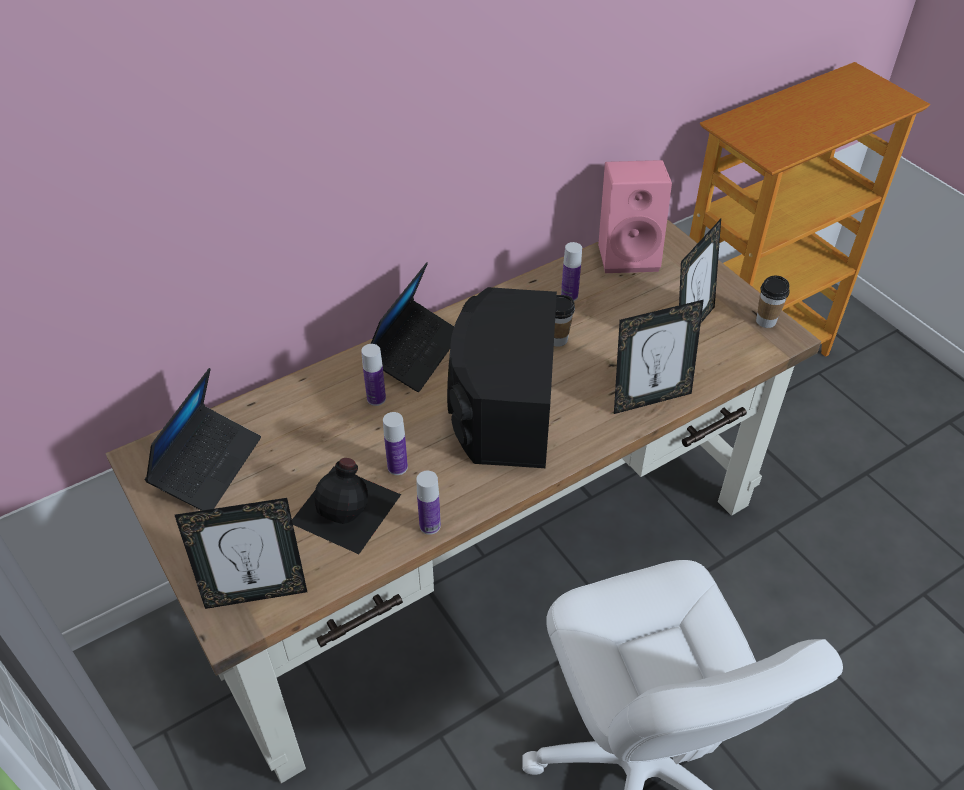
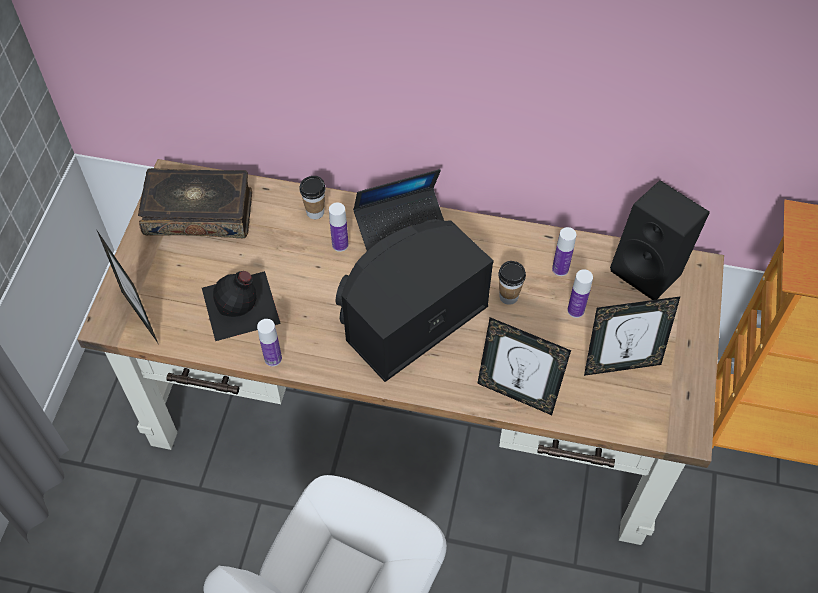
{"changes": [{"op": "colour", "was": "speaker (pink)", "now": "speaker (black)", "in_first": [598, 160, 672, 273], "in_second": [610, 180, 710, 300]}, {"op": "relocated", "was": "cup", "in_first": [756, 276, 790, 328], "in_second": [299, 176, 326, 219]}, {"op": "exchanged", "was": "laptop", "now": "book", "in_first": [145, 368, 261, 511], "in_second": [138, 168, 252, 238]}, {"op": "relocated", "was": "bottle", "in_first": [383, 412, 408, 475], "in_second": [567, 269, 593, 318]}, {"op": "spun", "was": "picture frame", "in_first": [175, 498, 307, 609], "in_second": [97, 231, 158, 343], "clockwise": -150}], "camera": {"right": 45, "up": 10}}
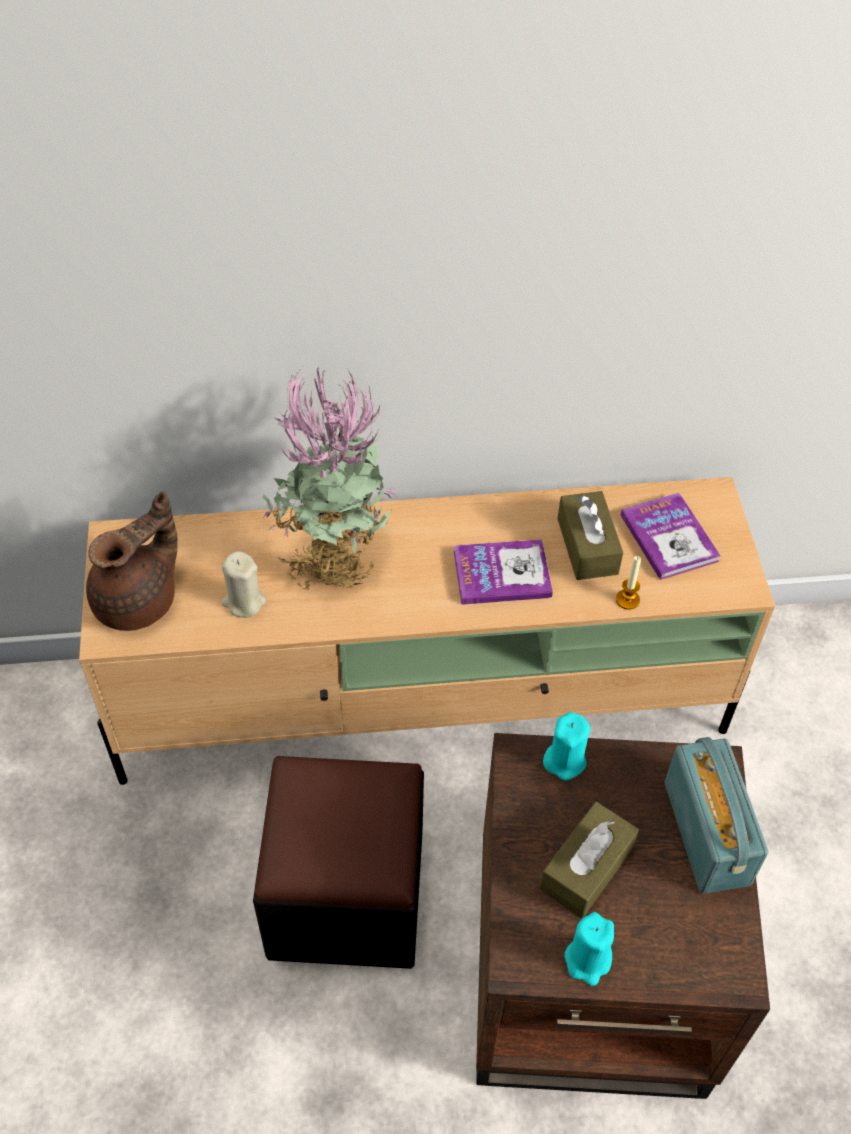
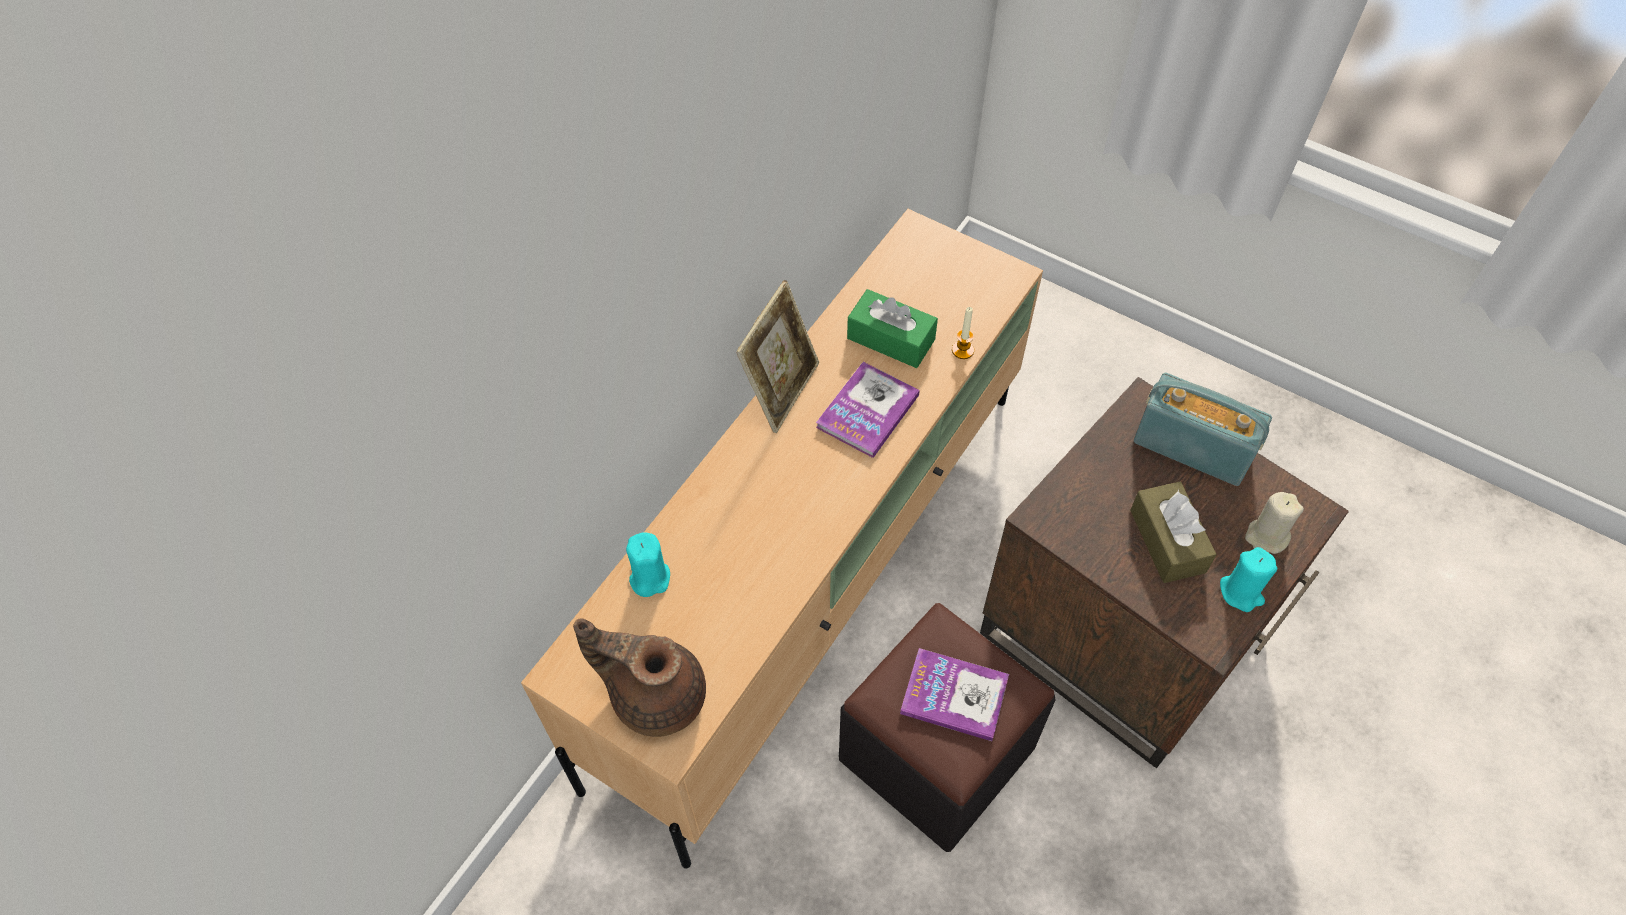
{"changes": [{"op": "missing", "was": "potted plant", "in_first": [262, 368, 397, 590]}, {"op": "spun", "was": "teapot (brown)", "in_first": [86, 491, 178, 631], "in_second": [573, 618, 706, 737], "clockwise": -60}, {"op": "colour", "was": "tissue box (brown)", "now": "tissue box (green)", "in_first": [557, 491, 623, 580], "in_second": [847, 289, 938, 368]}, {"op": "relocated", "was": "book", "in_first": [621, 493, 721, 580], "in_second": [900, 648, 1009, 741]}, {"op": "relocated", "was": "candle (beige)", "in_first": [221, 551, 266, 618], "in_second": [1245, 492, 1304, 554]}, {"op": "relocated", "was": "candle (turquoise)", "in_first": [543, 712, 590, 780], "in_second": [626, 532, 670, 597]}, {"op": "appeared", "now": "picture frame", "in_second": [736, 280, 819, 433]}], "camera": {"right": -50, "up": 5}}
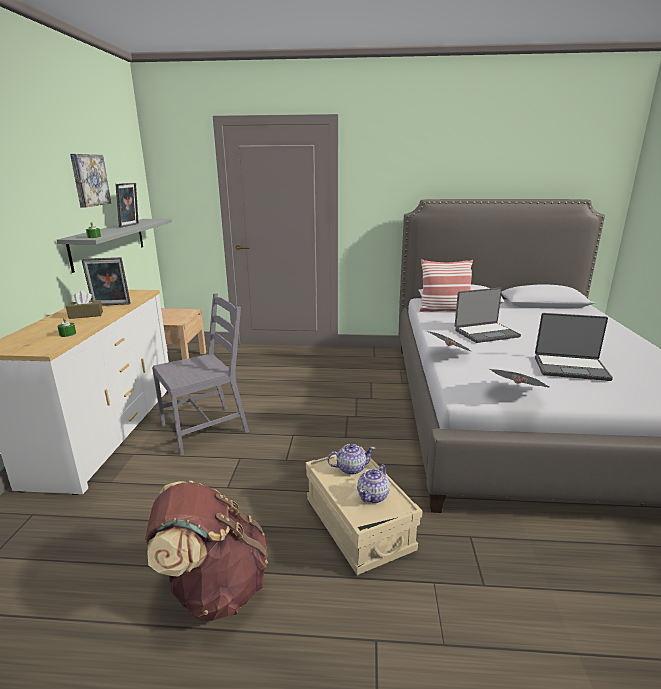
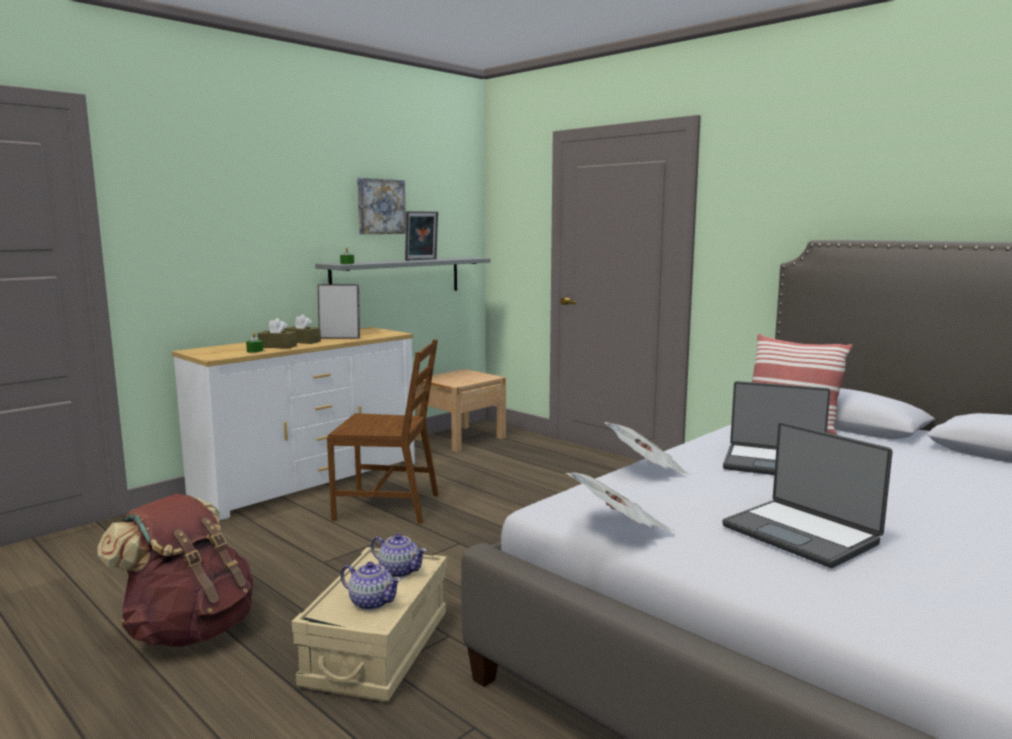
{"changes": [{"op": "spun", "was": "picture frame", "in_first": [81, 257, 131, 306], "in_second": [318, 284, 360, 339], "clockwise": 150}, {"op": "colour", "was": "chair (grey)", "now": "chair (brown)", "in_first": [152, 293, 249, 455], "in_second": [327, 340, 439, 524]}, {"op": "spun", "was": "teapot", "in_first": [357, 464, 390, 503], "in_second": [340, 562, 402, 610], "clockwise": -135}, {"op": "appeared", "now": "tissue box (brown)", "in_second": [258, 318, 297, 348]}], "camera": {"right": 40, "up": -10}}
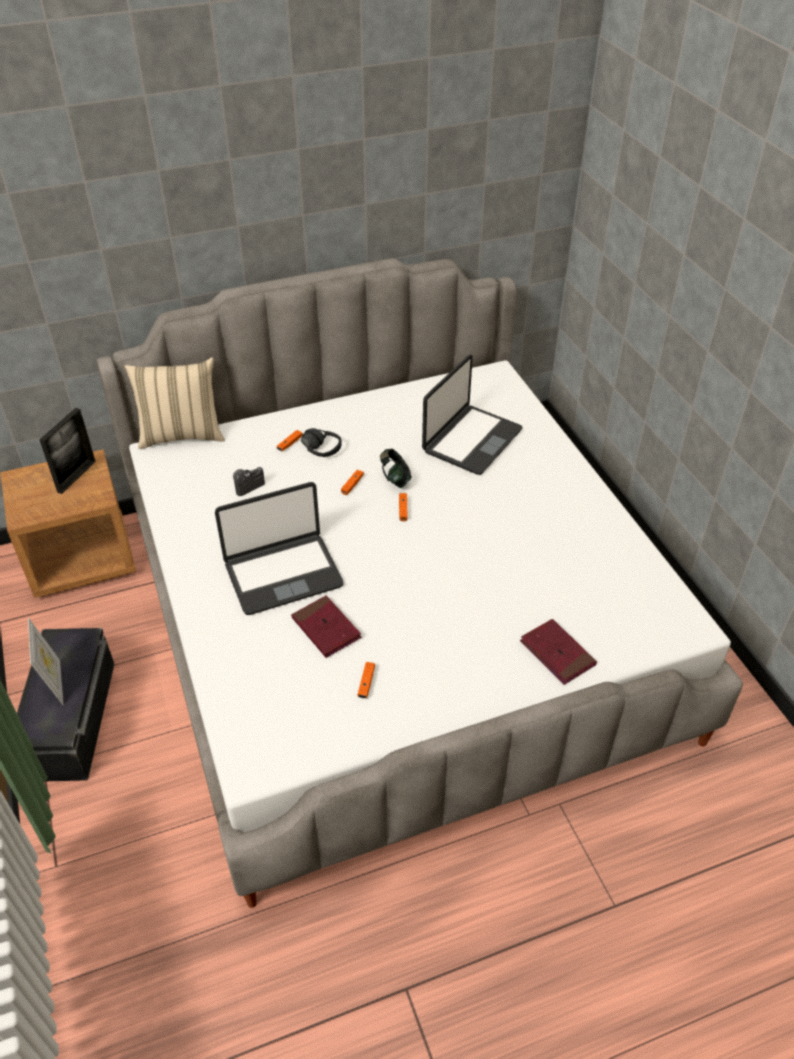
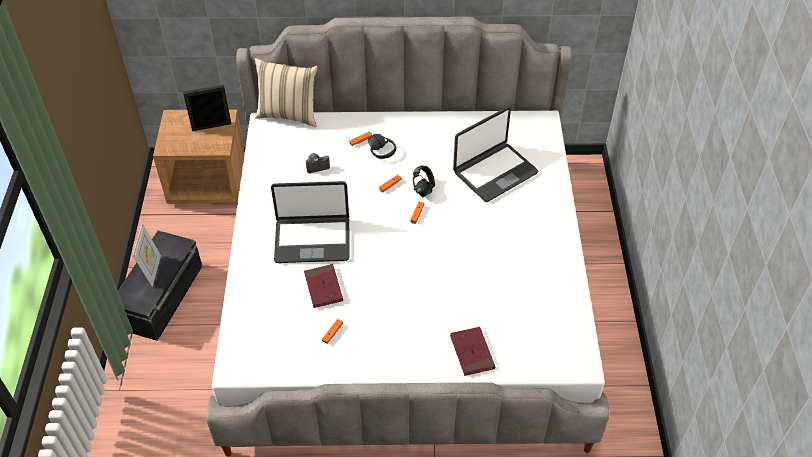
{"changes": [{"op": "spun", "was": "picture frame", "in_first": [39, 408, 96, 494], "in_second": [183, 84, 231, 131], "clockwise": -150}], "camera": {"right": 20, "up": 5}}
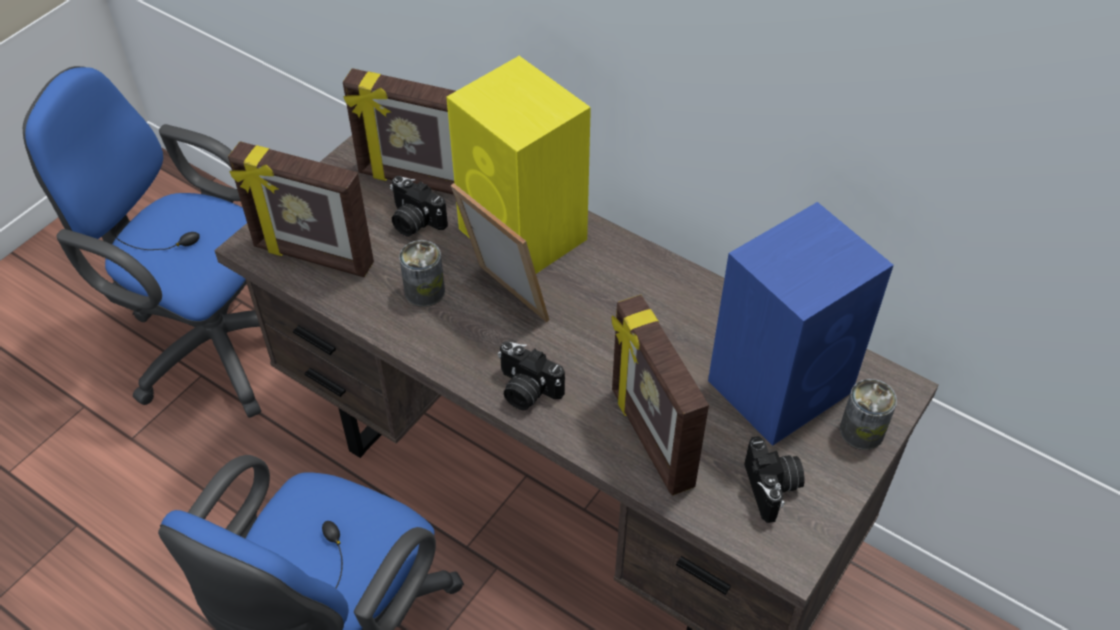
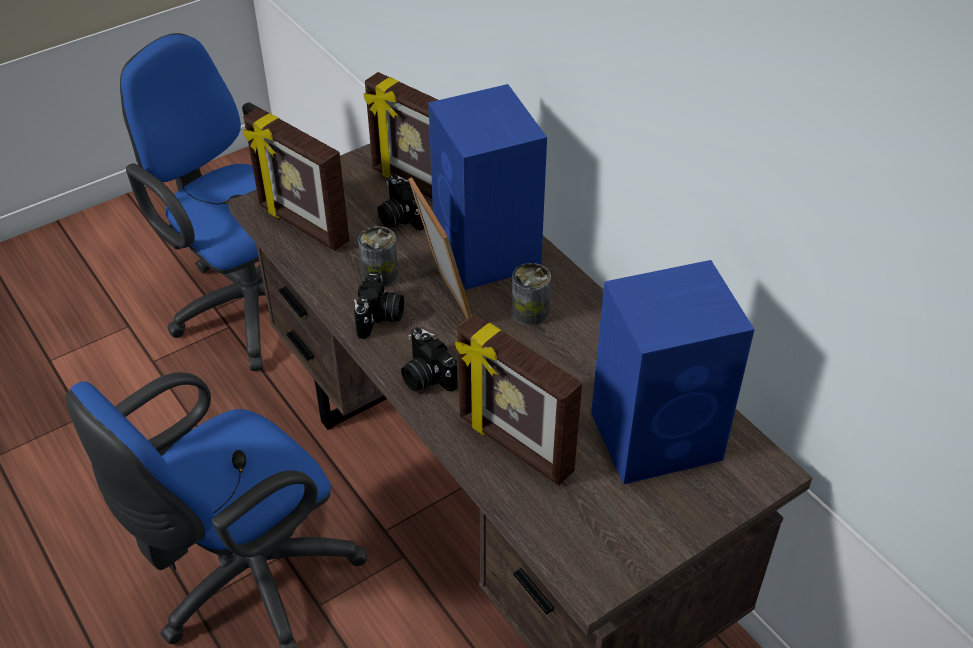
{"changes": [{"op": "colour", "was": "speaker (yellow)", "now": "speaker (blue)", "in_first": [446, 56, 591, 274], "in_second": [428, 84, 547, 290]}, {"op": "spun", "was": "picture frame", "in_first": [612, 295, 709, 496], "in_second": [455, 314, 582, 485], "clockwise": -45}, {"op": "relocated", "was": "can", "in_first": [840, 379, 897, 450], "in_second": [511, 263, 551, 326]}, {"op": "relocated", "was": "photo camera", "in_first": [744, 436, 805, 523], "in_second": [354, 271, 404, 339]}], "camera": {"right": 20, "up": -5}}
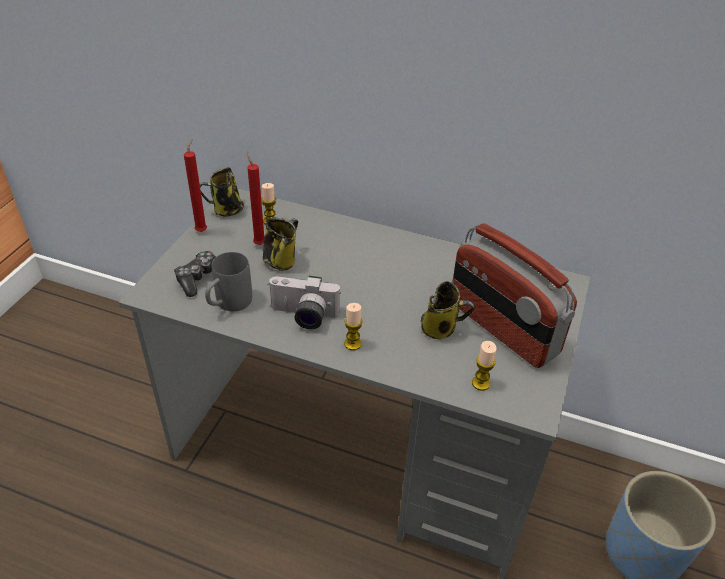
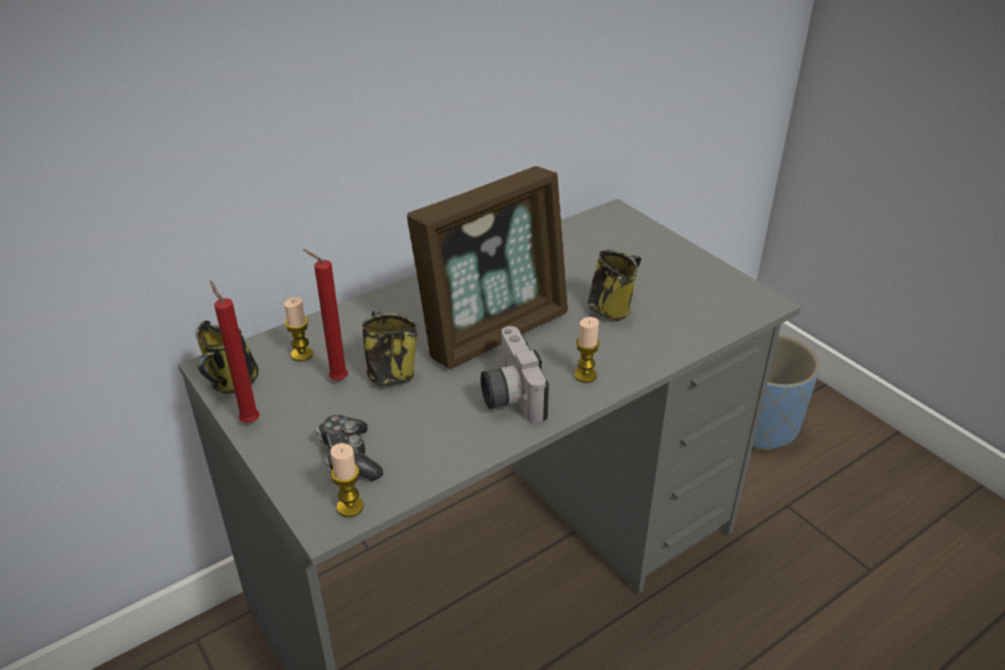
{"changes": [{"op": "missing", "was": "radio", "in_first": [452, 223, 577, 368]}, {"op": "missing", "was": "mug (grey)", "in_first": [205, 252, 252, 311]}, {"op": "spun", "was": "photo camera", "in_first": [269, 276, 341, 329], "in_second": [481, 326, 549, 423], "clockwise": 120}, {"op": "relocated", "was": "candle", "in_first": [472, 341, 497, 391], "in_second": [330, 443, 363, 517]}, {"op": "appeared", "now": "picture frame", "in_second": [407, 166, 568, 369]}], "camera": {"right": -55, "up": -5}}
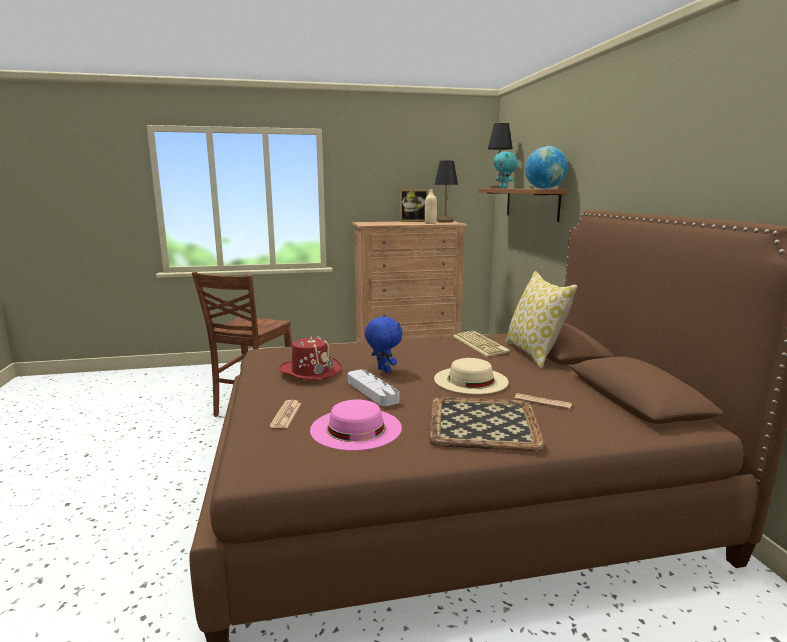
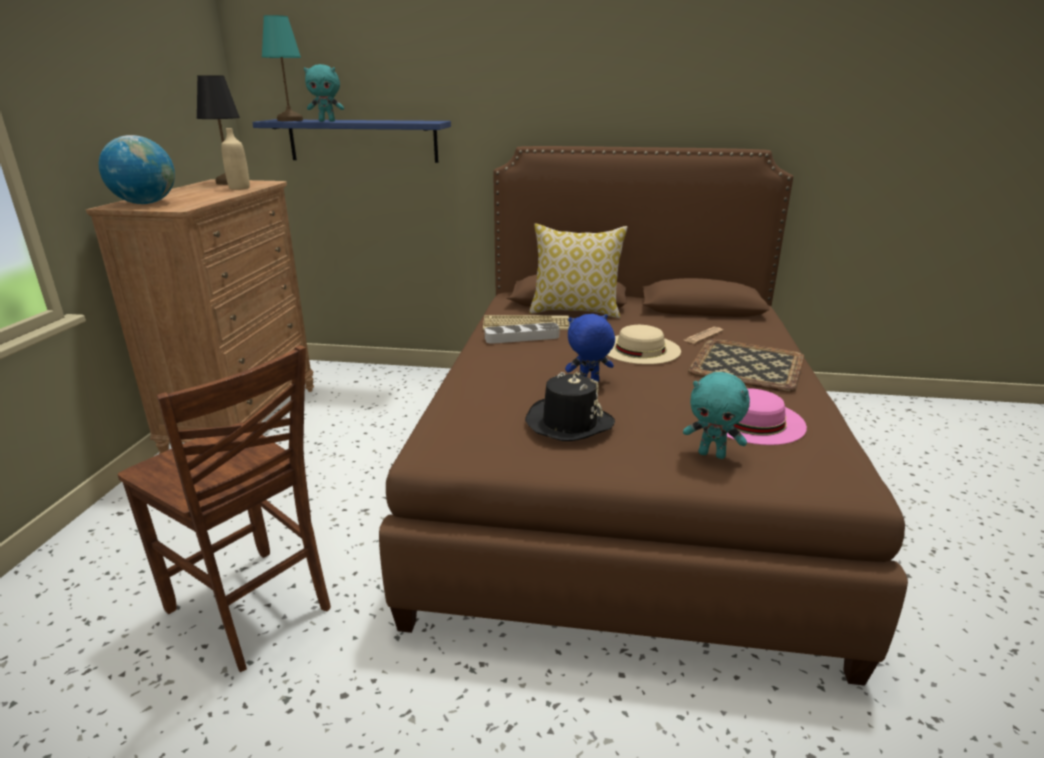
{"changes": [{"op": "colour", "was": "table lamp (black)", "now": "table lamp (turquoise)", "in_first": [488, 123, 513, 188], "in_second": [262, 15, 303, 121]}, {"op": "relocated", "was": "globe", "in_first": [525, 146, 568, 189], "in_second": [99, 135, 175, 204]}, {"op": "missing", "was": "picture frame", "in_first": [400, 189, 429, 222]}, {"op": "colour", "was": "shelf (brown)", "now": "shelf (blue)", "in_first": [478, 189, 568, 222], "in_second": [252, 119, 451, 163]}, {"op": "colour", "was": "hat (red)", "now": "hat (black)", "in_first": [279, 336, 342, 380], "in_second": [525, 372, 615, 441]}, {"op": "relocated", "was": "tray (grey)", "in_first": [348, 370, 399, 406], "in_second": [485, 323, 560, 344]}, {"op": "exchanged", "was": "newspaper", "now": "plush toy (turquoise)", "in_first": [270, 400, 301, 428], "in_second": [683, 372, 750, 459]}], "camera": {"right": -70, "up": 10}}
